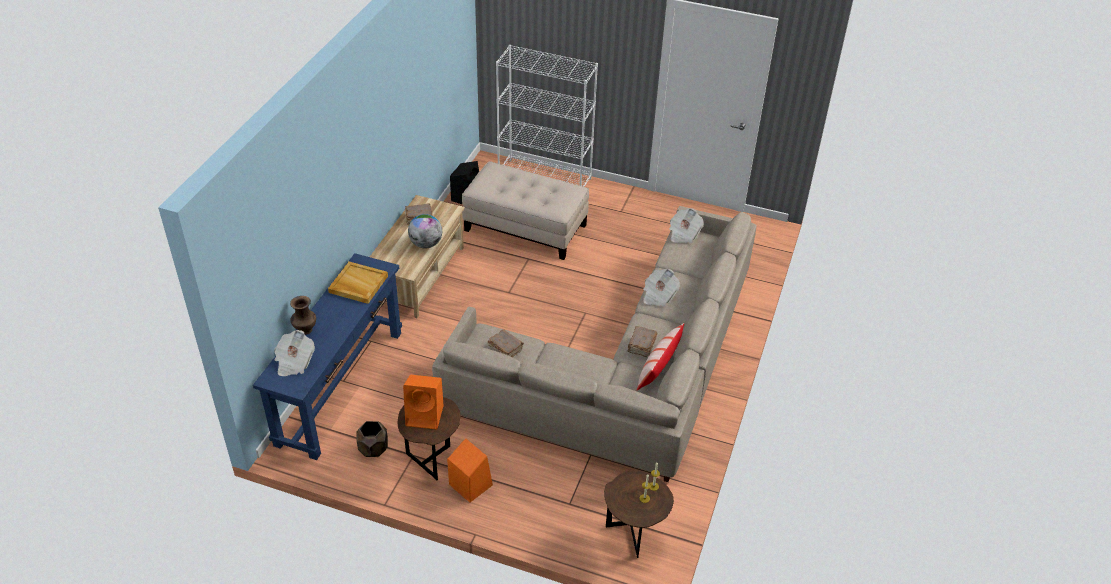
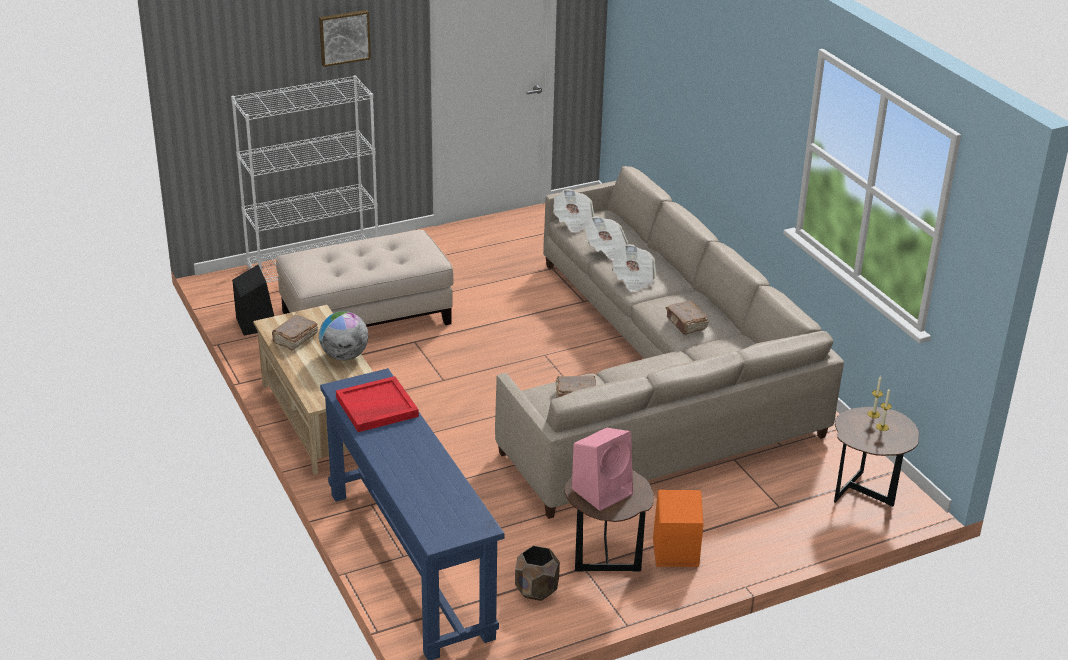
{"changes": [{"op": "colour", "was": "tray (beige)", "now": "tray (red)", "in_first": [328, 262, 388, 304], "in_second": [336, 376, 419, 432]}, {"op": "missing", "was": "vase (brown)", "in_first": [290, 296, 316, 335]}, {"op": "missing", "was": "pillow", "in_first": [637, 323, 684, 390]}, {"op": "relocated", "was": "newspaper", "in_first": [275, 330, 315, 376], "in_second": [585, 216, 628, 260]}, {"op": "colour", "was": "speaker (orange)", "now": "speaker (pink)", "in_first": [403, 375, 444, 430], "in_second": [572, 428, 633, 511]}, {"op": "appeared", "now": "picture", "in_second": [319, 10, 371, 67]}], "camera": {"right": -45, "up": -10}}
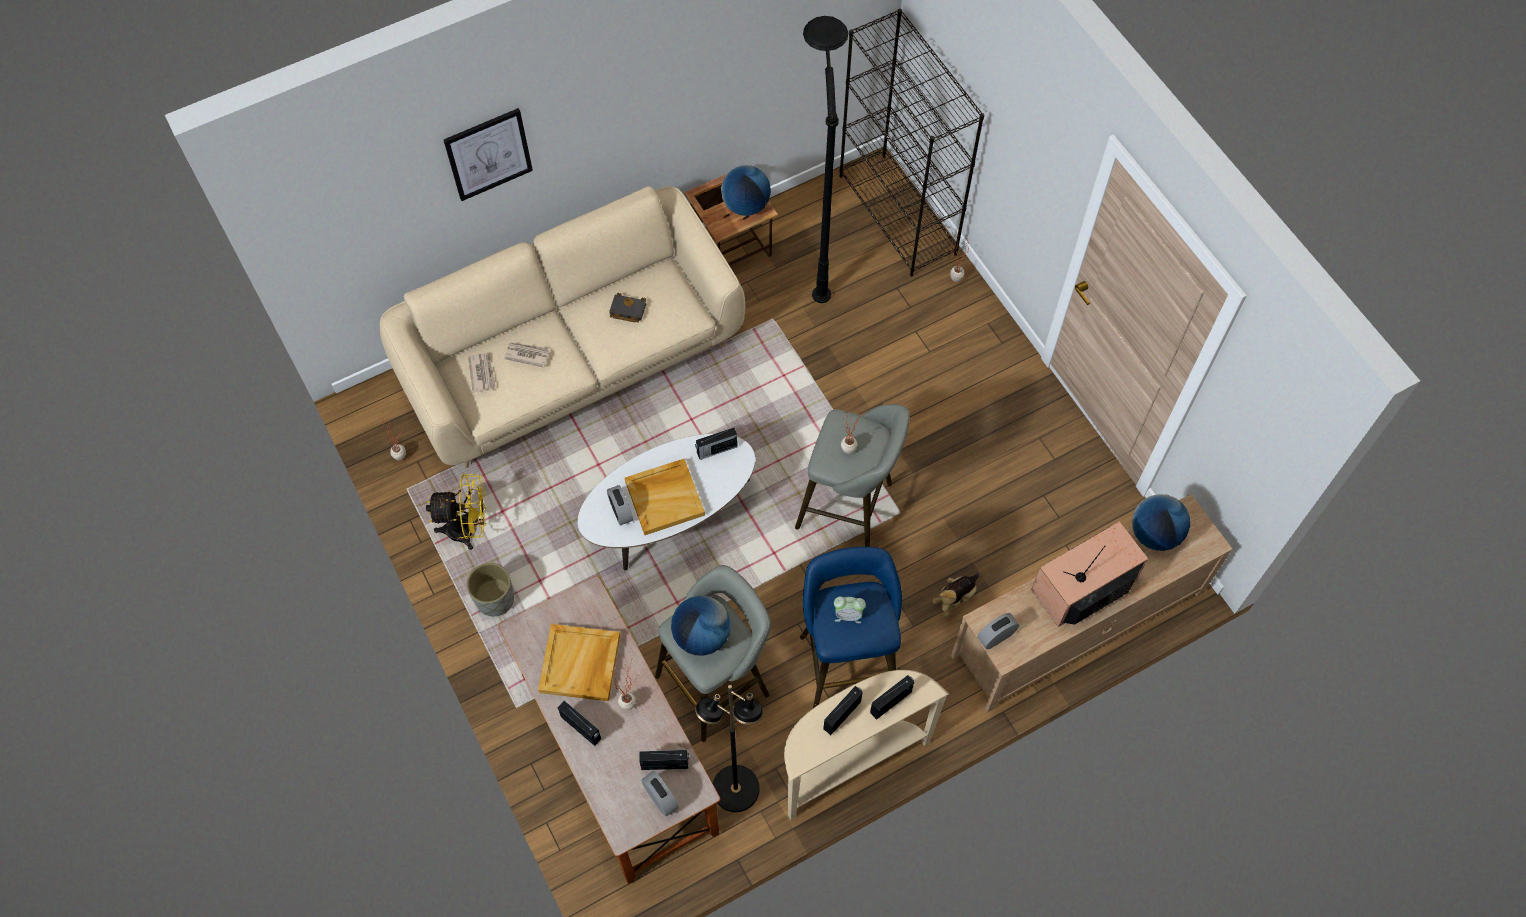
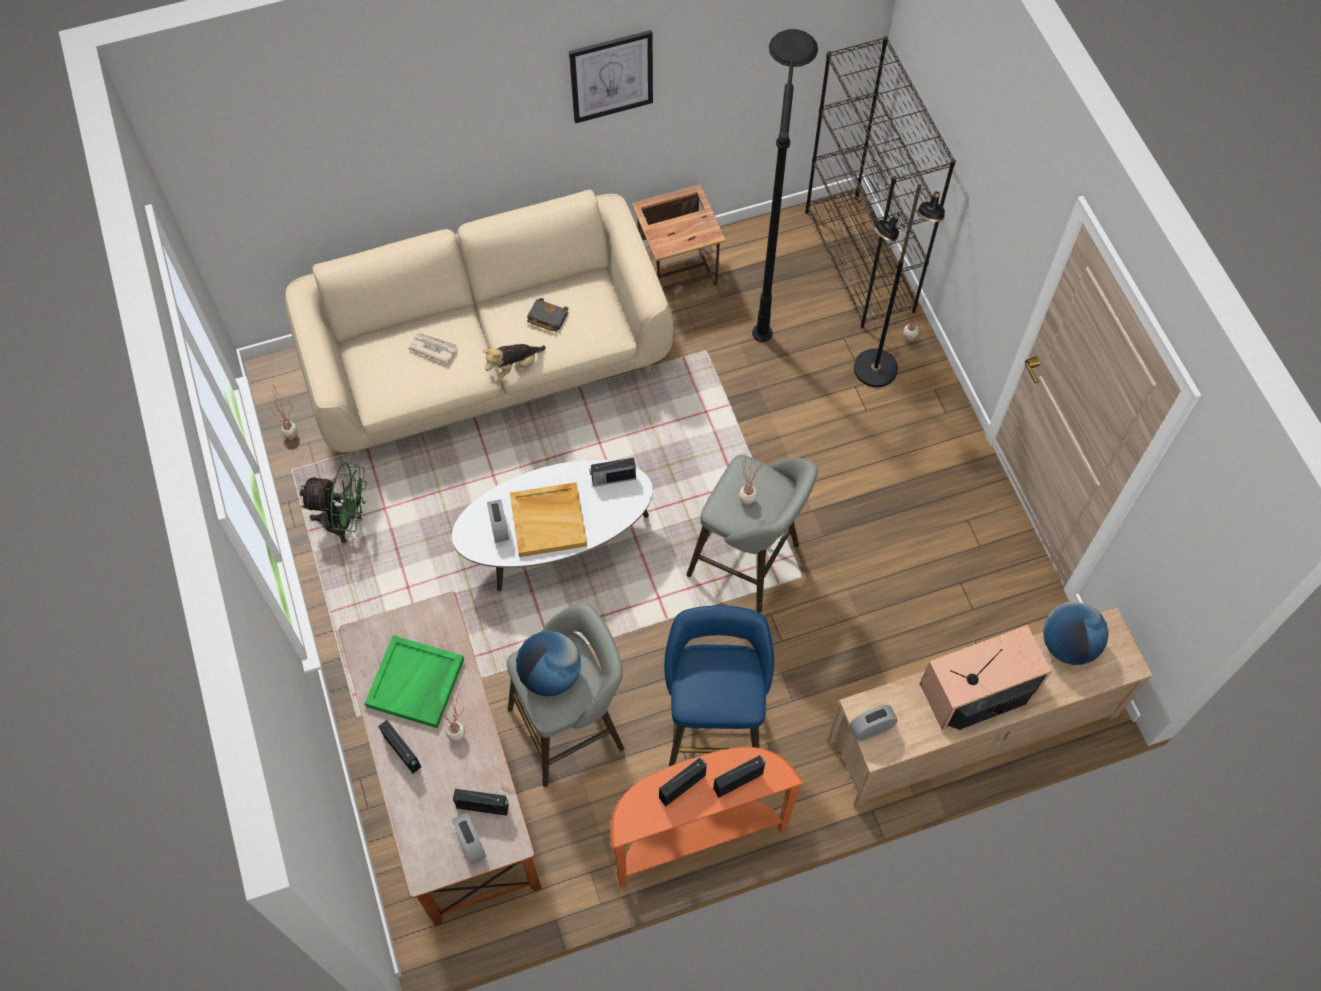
{"changes": [{"op": "relocated", "was": "picture", "in_first": [444, 108, 533, 201], "in_second": [569, 30, 653, 124]}, {"op": "missing", "was": "globe", "in_first": [721, 165, 771, 216]}, {"op": "missing", "was": "newspaper", "in_first": [468, 353, 496, 393]}, {"op": "colour", "was": "fan (yellow)", "now": "fan (green)", "in_first": [426, 474, 486, 550], "in_second": [300, 462, 367, 543]}, {"op": "missing", "was": "planter (grey)", "in_first": [467, 563, 514, 616]}, {"op": "relocated", "was": "plush toy", "in_first": [932, 571, 979, 617], "in_second": [482, 344, 546, 382]}, {"op": "missing", "was": "alarm clock", "in_first": [834, 596, 866, 623]}, {"op": "colour", "was": "tray (beige)", "now": "tray (green)", "in_first": [538, 624, 620, 701], "in_second": [364, 635, 464, 728]}, {"op": "colour", "was": "console table (beige)", "now": "console table (orange)", "in_first": [784, 670, 949, 820], "in_second": [611, 747, 804, 888]}, {"op": "relocated", "was": "floor lamp (black)", "in_first": [695, 685, 763, 812], "in_second": [854, 182, 945, 387]}], "camera": {"right": 10, "up": 0}}
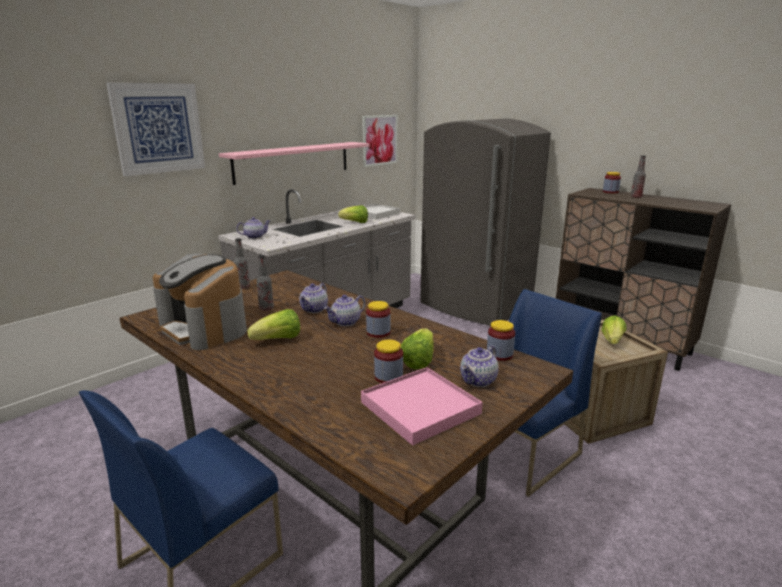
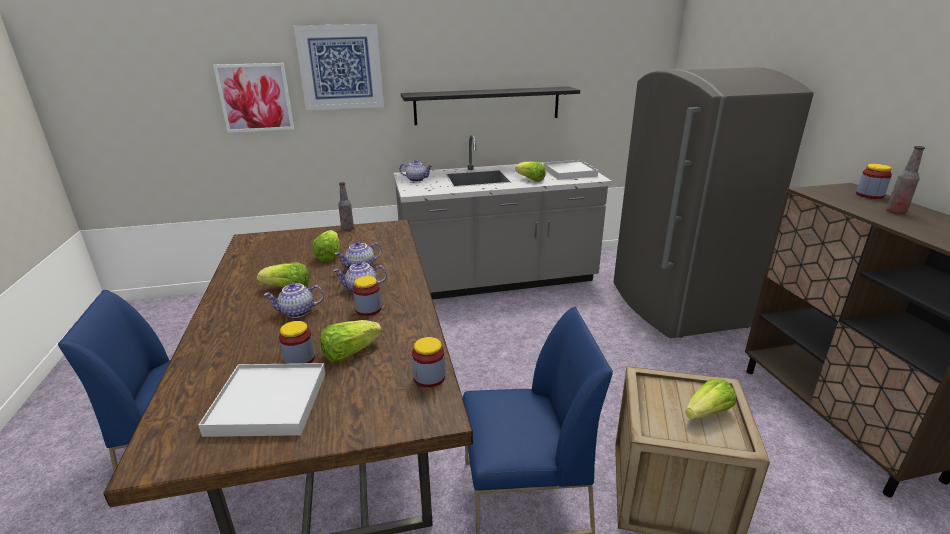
{"changes": [{"op": "relocated", "was": "picture", "in_first": [362, 115, 397, 167], "in_second": [213, 63, 294, 133]}, {"op": "colour", "was": "shelf (pink)", "now": "shelf (black)", "in_first": [219, 142, 370, 185], "in_second": [401, 87, 580, 125]}, {"op": "missing", "was": "coffee machine", "in_first": [153, 254, 247, 350]}, {"op": "exchanged", "was": "bottle", "now": "lettuce", "in_first": [257, 255, 274, 311], "in_second": [312, 230, 339, 261]}, {"op": "relocated", "was": "teapot", "in_first": [460, 345, 498, 387], "in_second": [264, 282, 324, 318]}, {"op": "colour", "was": "tray (pink)", "now": "tray (white)", "in_first": [361, 367, 483, 446], "in_second": [198, 363, 326, 437]}], "camera": {"right": 35, "up": 5}}
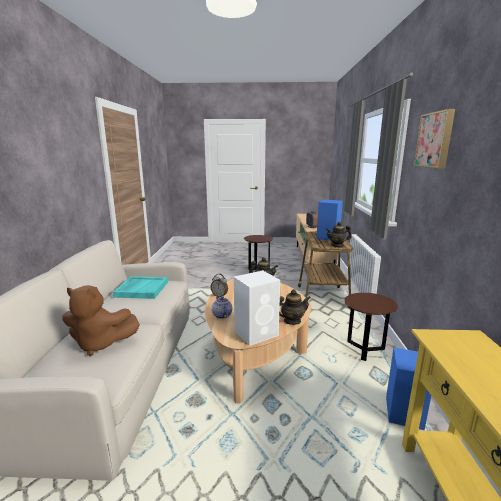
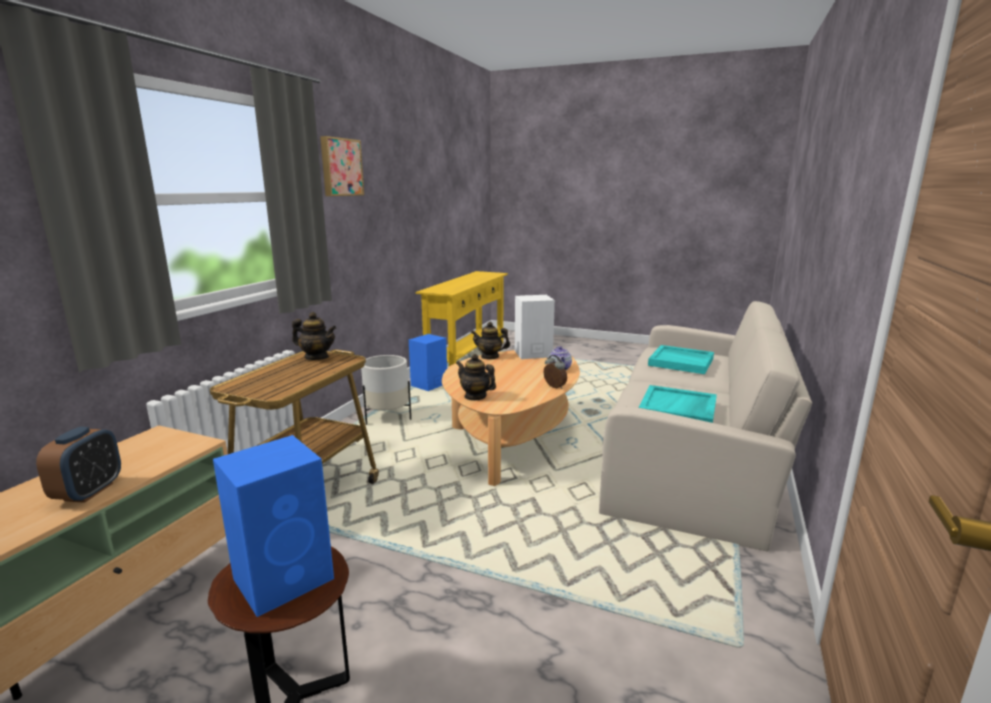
{"changes": [{"op": "relocated", "was": "speaker (blue)", "in_first": [316, 200, 343, 241], "in_second": [213, 435, 334, 617]}, {"op": "exchanged", "was": "plush toy (brown)", "now": "tray (turquoise)", "in_first": [62, 285, 140, 356], "in_second": [648, 345, 714, 374]}, {"op": "exchanged", "was": "side table (brown)", "now": "planter (white)", "in_first": [345, 293, 398, 361], "in_second": [361, 355, 411, 425]}], "camera": {"right": -160, "up": 0}}
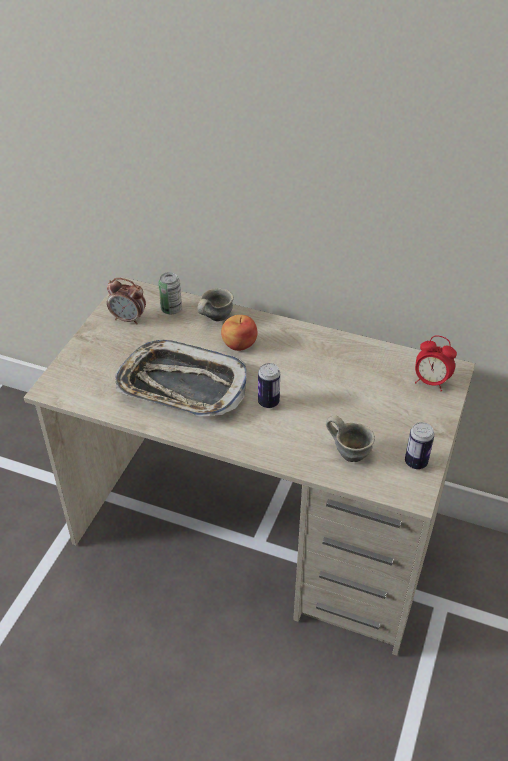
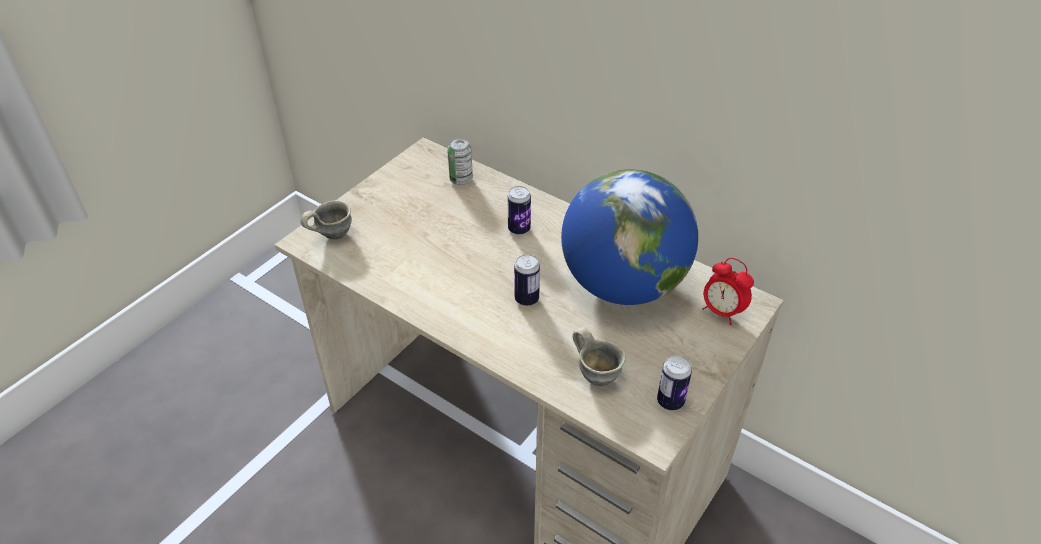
{"changes": [{"op": "missing", "was": "alarm clock", "in_first": [107, 278, 146, 325]}, {"op": "relocated", "was": "mug (grey)", "in_first": [197, 288, 234, 321], "in_second": [300, 201, 352, 239]}, {"op": "exchanged", "was": "apple", "now": "can", "in_first": [221, 315, 258, 351], "in_second": [507, 186, 531, 235]}, {"op": "missing", "was": "tray", "in_first": [115, 340, 247, 416]}, {"op": "appeared", "now": "globe", "in_second": [561, 169, 698, 305]}], "camera": {"right": 15, "up": 0}}
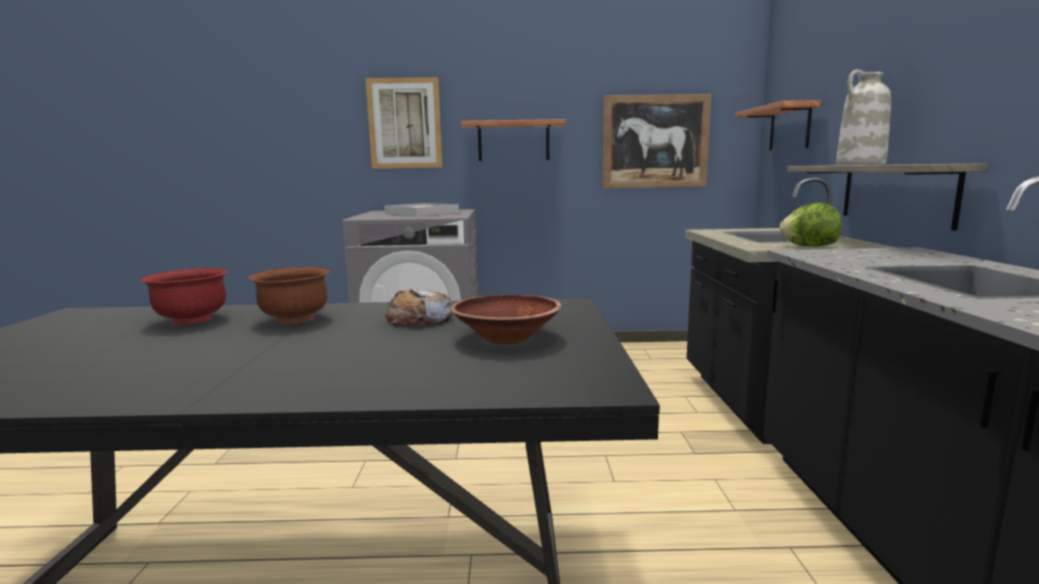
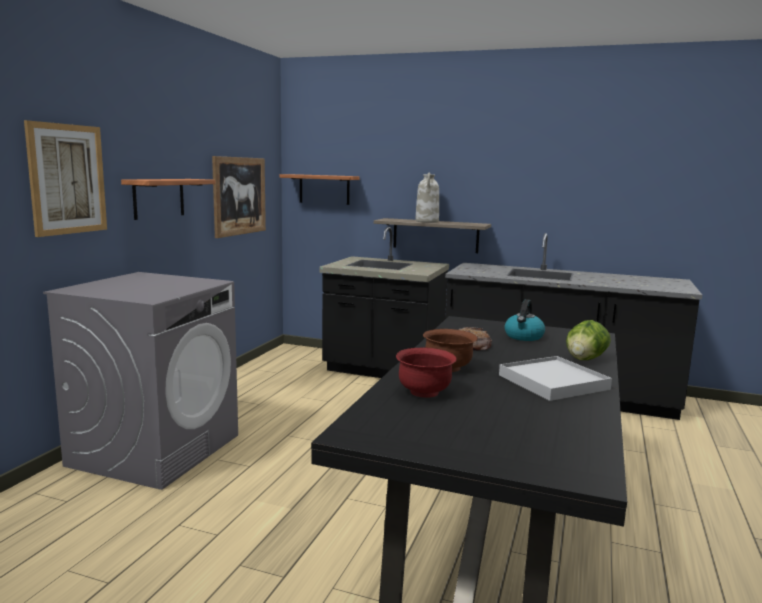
{"changes": [{"op": "relocated", "was": "tray (white)", "in_first": [384, 203, 459, 216], "in_second": [499, 356, 612, 401]}, {"op": "relocated", "was": "lettuce", "in_first": [779, 203, 842, 247], "in_second": [566, 320, 611, 360]}, {"op": "exchanged", "was": "bowl (brown)", "now": "kettle", "in_first": [450, 295, 561, 344], "in_second": [504, 299, 545, 341]}], "camera": {"right": -70, "up": 0}}
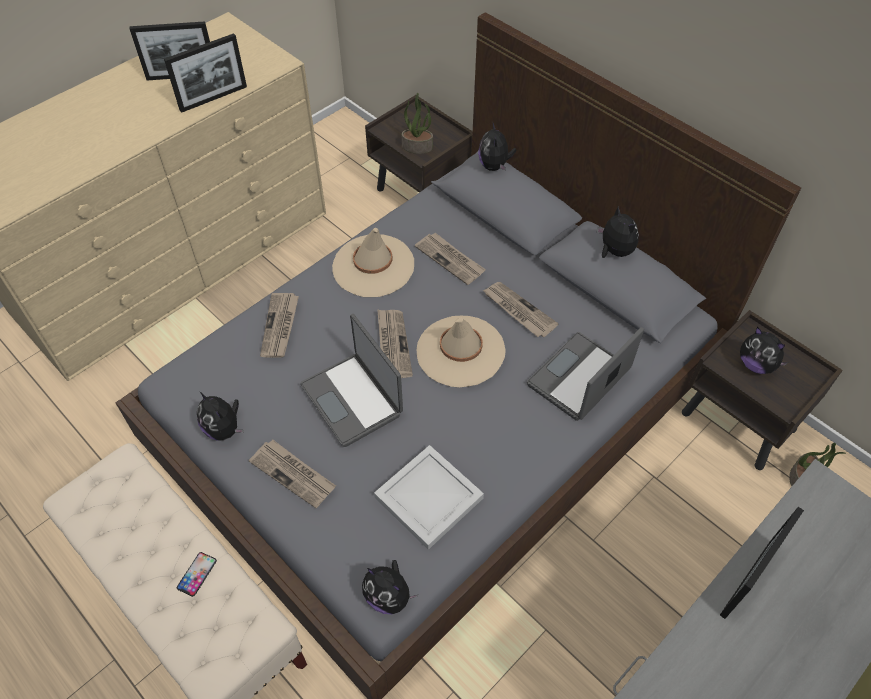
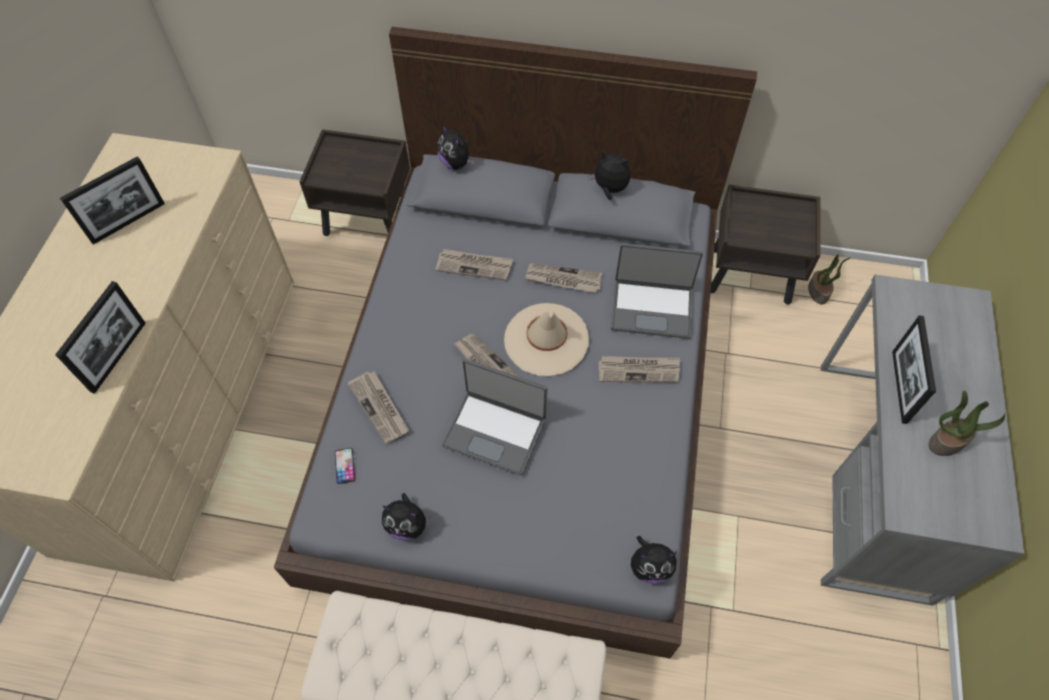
{"changes": [{"op": "relocated", "was": "picture frame", "in_first": [164, 33, 247, 113], "in_second": [55, 281, 146, 394]}, {"op": "relocated", "was": "potted plant", "in_first": [402, 93, 433, 154], "in_second": [929, 390, 1005, 456]}, {"op": "missing", "was": "hat (beige)", "in_first": [332, 228, 414, 297]}, {"op": "spun", "was": "laptop", "in_first": [527, 327, 644, 421], "in_second": [611, 243, 703, 339], "clockwise": -90}, {"op": "missing", "was": "plush toy", "in_first": [740, 327, 789, 374]}, {"op": "relocated", "was": "newspaper", "in_first": [249, 440, 336, 508], "in_second": [599, 356, 680, 383]}, {"op": "missing", "was": "tray (white)", "in_first": [374, 445, 484, 550]}, {"op": "relocated", "was": "phone", "in_first": [177, 552, 217, 597], "in_second": [335, 448, 355, 484]}], "camera": {"right": -35, "up": 5}}
